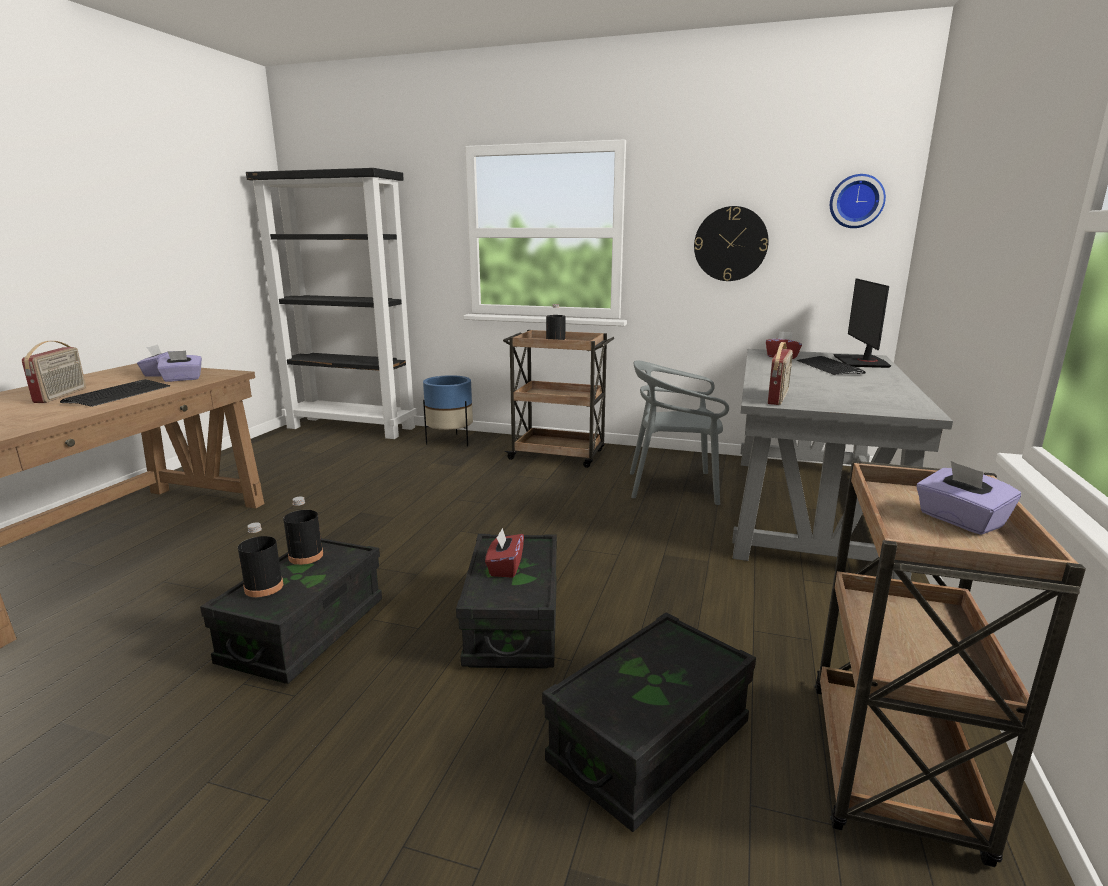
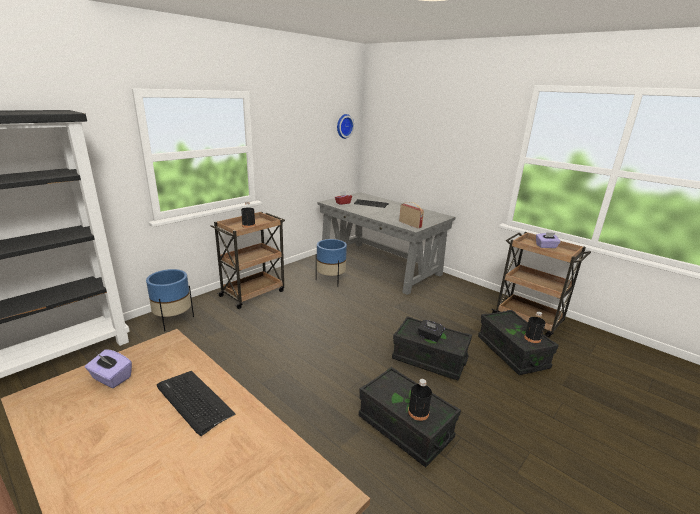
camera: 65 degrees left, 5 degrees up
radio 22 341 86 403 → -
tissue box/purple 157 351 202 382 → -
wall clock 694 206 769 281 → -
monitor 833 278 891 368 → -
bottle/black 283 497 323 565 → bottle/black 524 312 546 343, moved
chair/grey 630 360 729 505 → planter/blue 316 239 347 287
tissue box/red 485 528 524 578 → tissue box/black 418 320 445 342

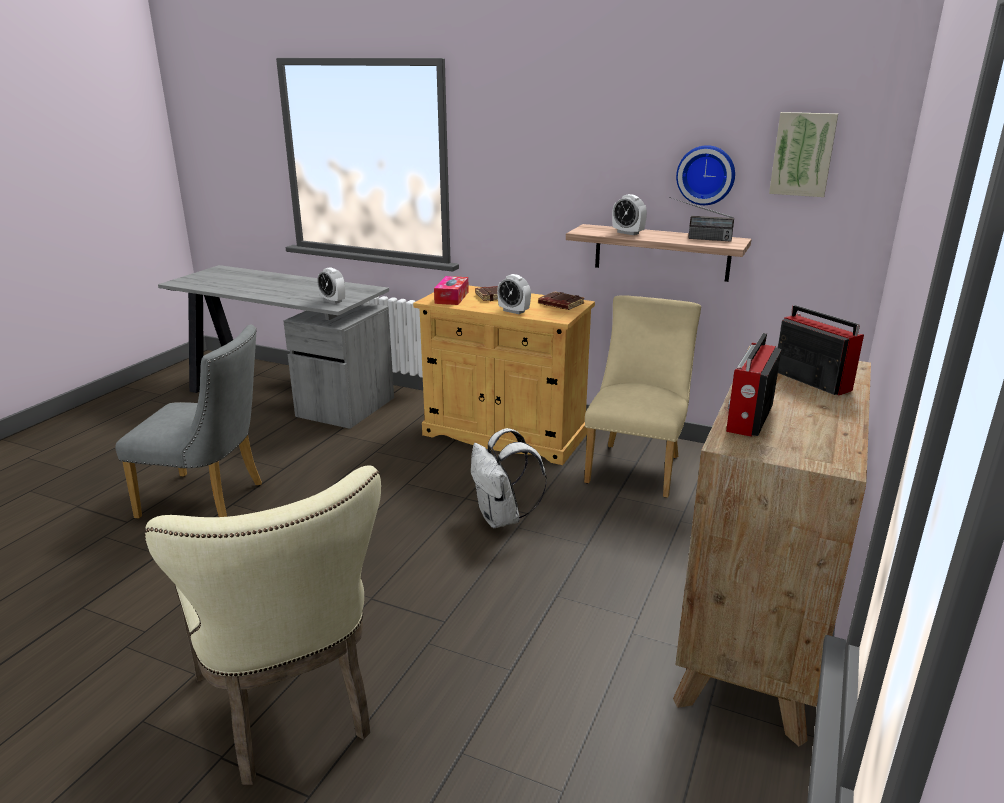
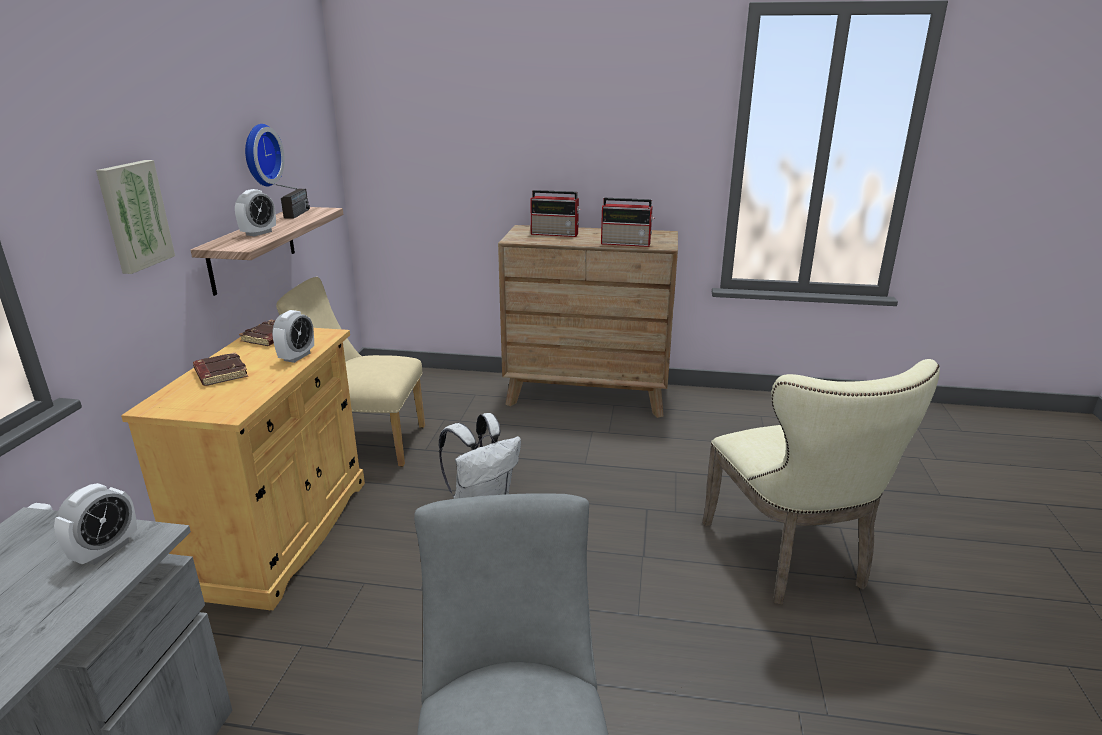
camera: 105 degrees left, 0 degrees up
tissue box 434 276 469 305 → -
picture 769 112 838 197 → picture 96 160 175 274, moved
chair/beige 144 465 381 785 → chair/beige 702 359 940 605, 120 degrees clockwise
radio 778 305 864 395 → radio 530 190 581 237, 120 degrees counterclockwise

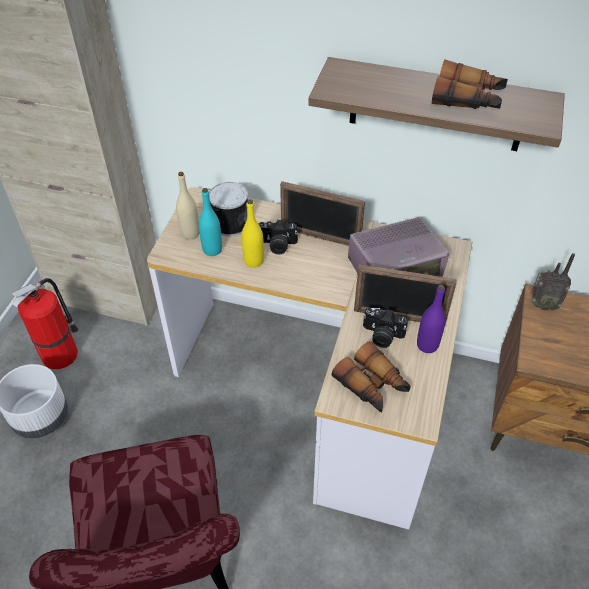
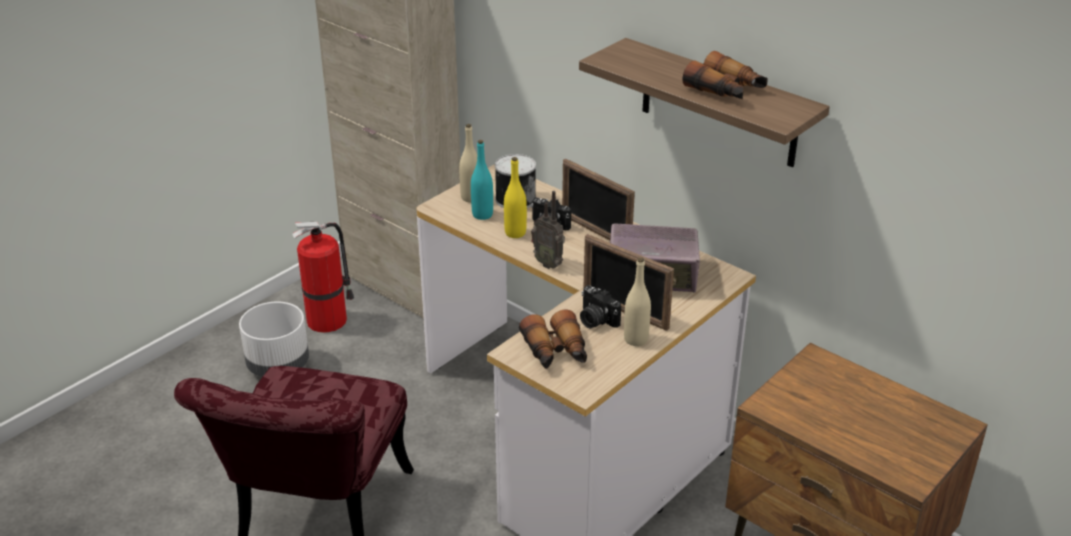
camera: 25 degrees right, 15 degrees down
radio 530 253 575 311 → radio 531 191 565 269, moved
bottle/purple 417 285 446 353 → bottle/beige 624 257 651 346

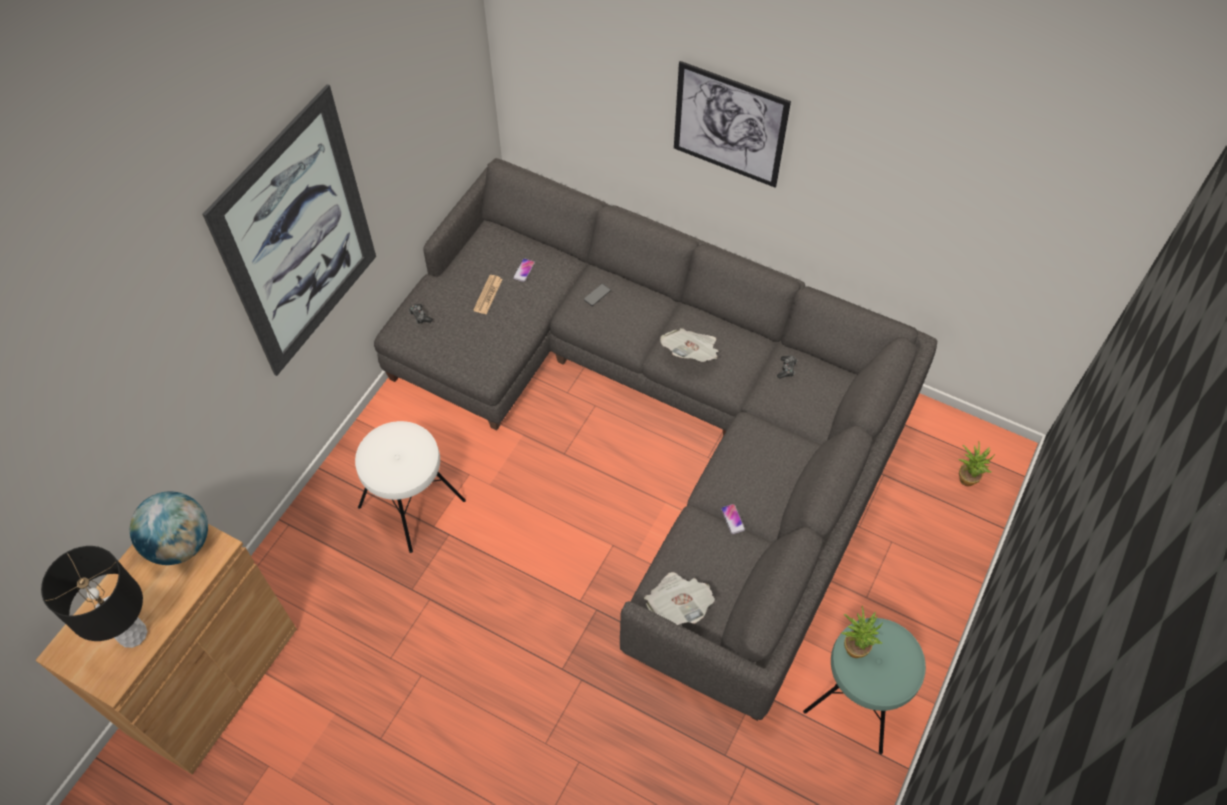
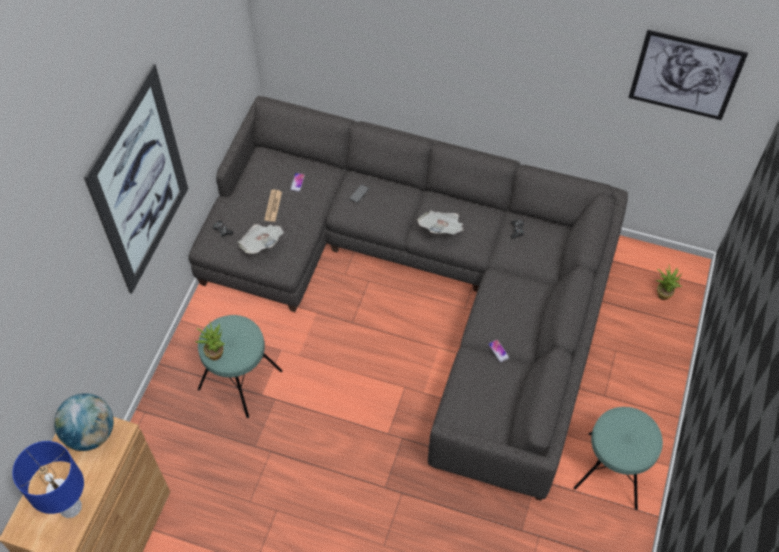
camera: 10 degrees left, 0 degrees up
newspaper 644 572 715 625 → newspaper 237 224 284 254, moved
picture 674 61 791 188 → picture 628 30 748 120, moved
potted plant 841 605 883 658 → potted plant 195 320 225 361, moved
table lamp/black 41 546 147 648 → table lamp/blue 12 441 84 518
stool/white 355 421 466 553 → stool/turquoise 198 315 282 418

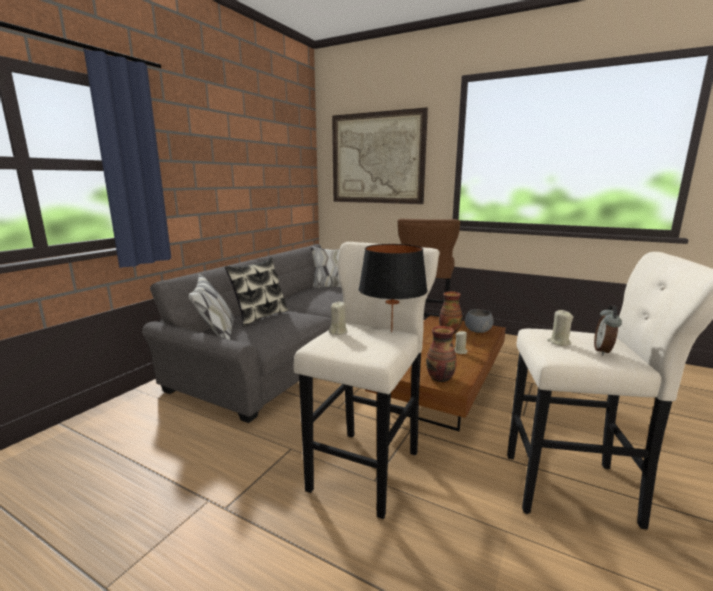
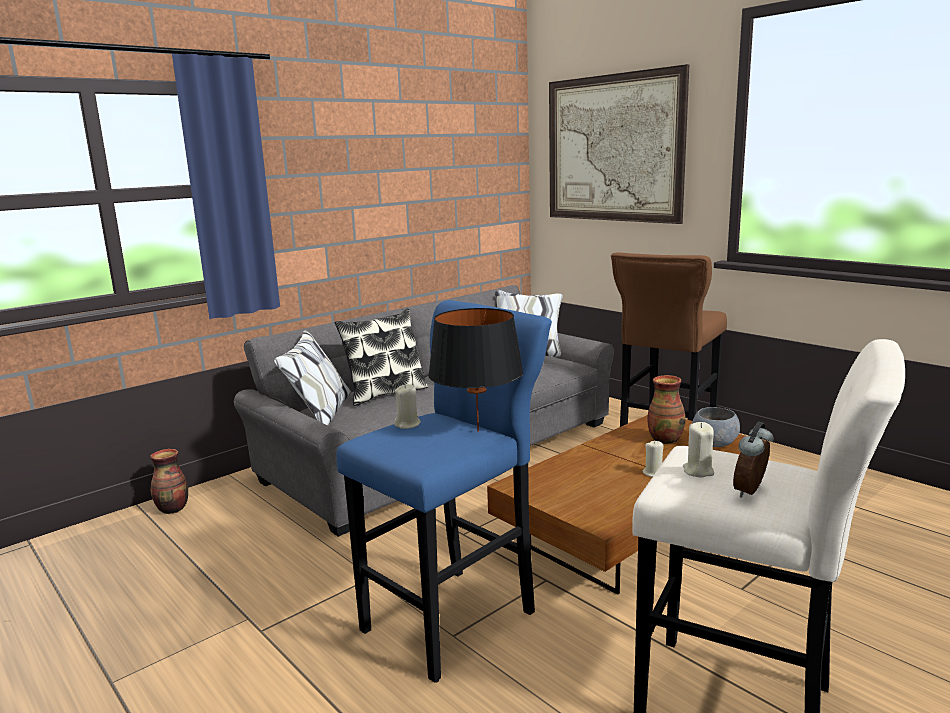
camera: 20 degrees right, 0 degrees up
vase 426 326 457 382 → vase 150 449 188 514, moved
stool/beige 294 242 440 519 → stool/blue 336 300 552 683

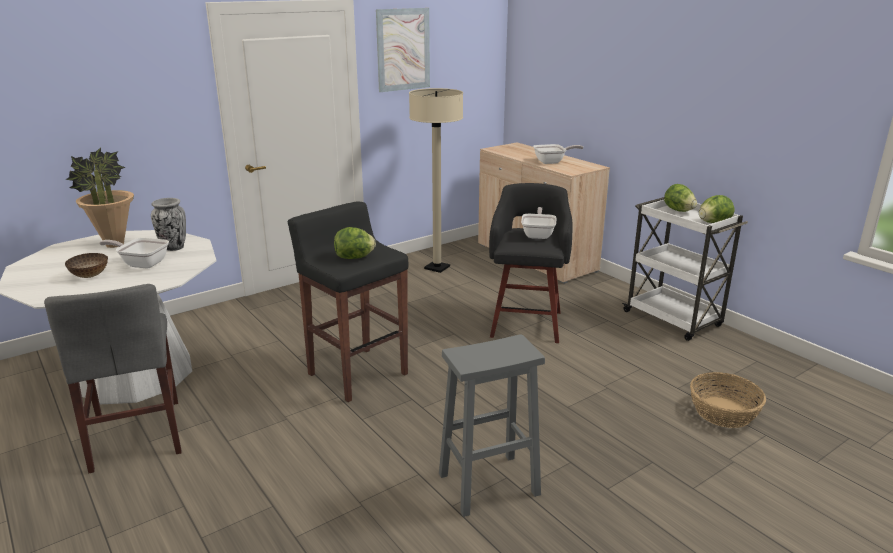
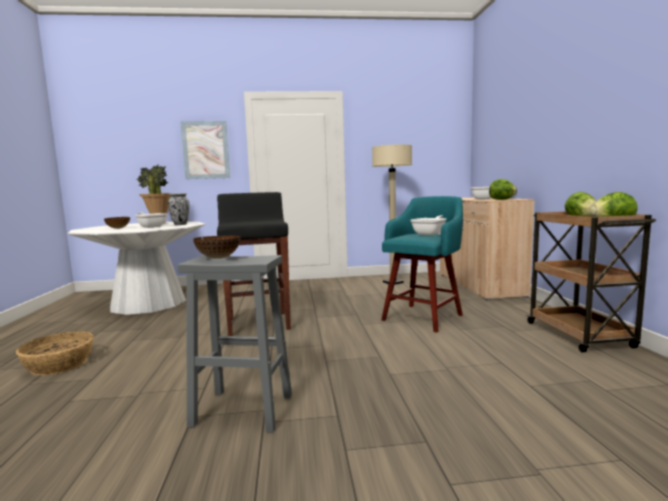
camera: 30 degrees right, 15 degrees down
chair/grey 44 284 182 473 → -
- → bowl 193 236 241 259
lettuce 334 227 376 259 → lettuce 489 179 517 200, moved
picture 376 8 430 92 → picture 181 121 230 179, moved
basket 690 372 766 428 → basket 16 331 94 375, moved
stool/black 489 183 573 343 → stool/turquoise 381 196 463 333
cart/white 622 197 748 341 → cart/brown 527 211 656 352

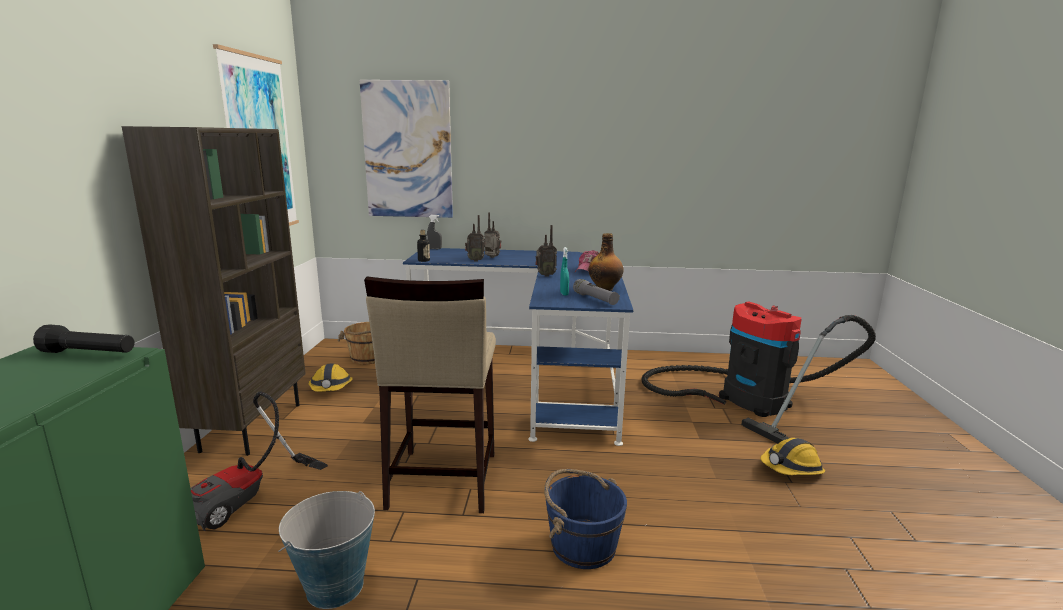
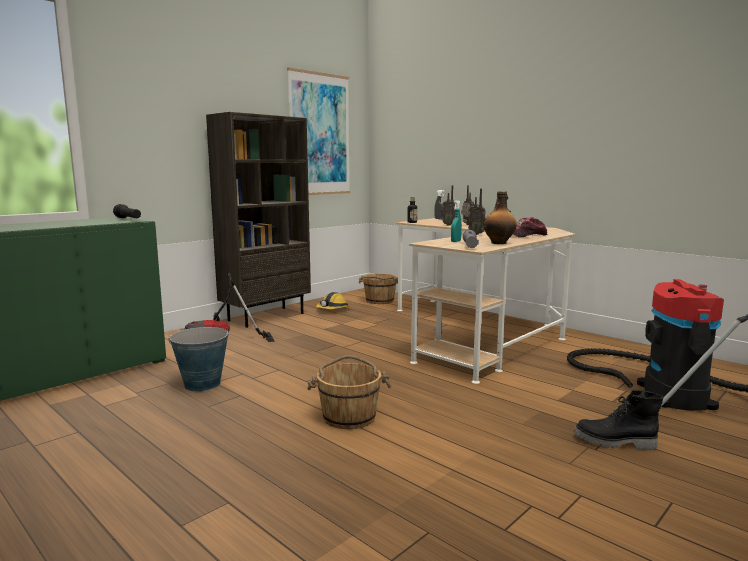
camera: 40 degrees right, 5 degrees down
picture 360 80 453 218 → -
stool/beige 364 276 496 513 → -
hard hat 761 438 825 475 → boot/black 574 390 663 450
desk/blue 403 248 633 446 → desk/beige 396 218 575 384
bucket/blue 544 469 627 569 → bucket/brown 307 355 391 429

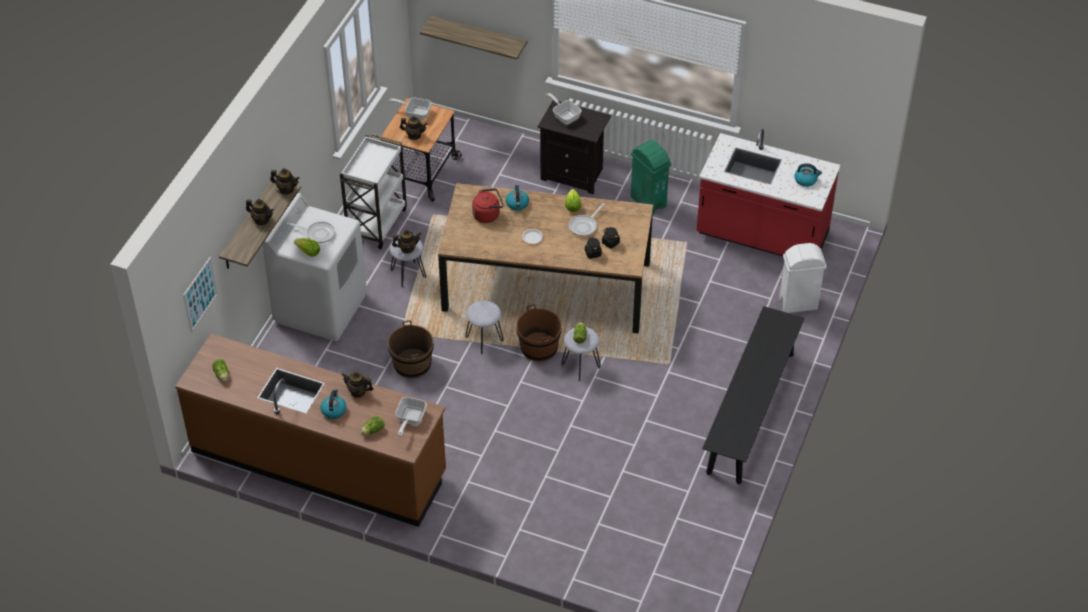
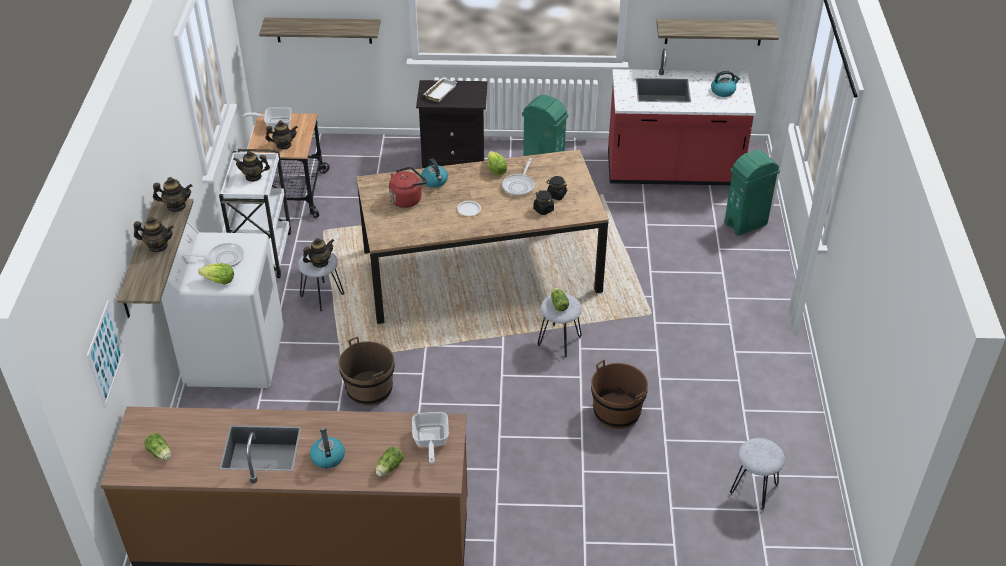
camera: 20 degrees left, 5 degrees down
bench/black 702 306 804 485 → -
- → shelf 656 19 779 45
teapot 341 372 373 398 → teapot 233 151 270 182, moved
stool/grey 465 301 504 355 → stool/grey 730 438 785 510, moved
bucket/brown 516 304 562 362 → bucket/brown 591 360 648 429, moved
frying pan 546 93 582 125 → tray/white 424 78 457 102
trash can/white 779 243 827 313 → trash can/green 724 150 780 236

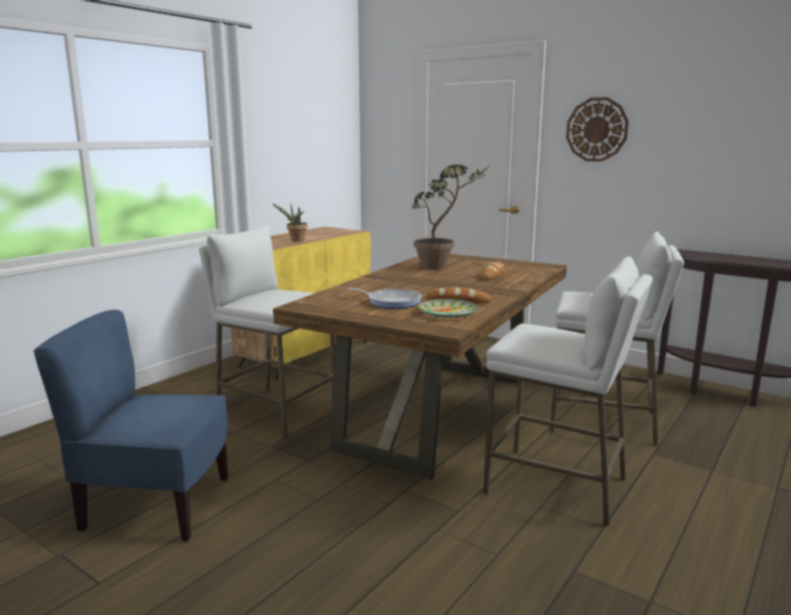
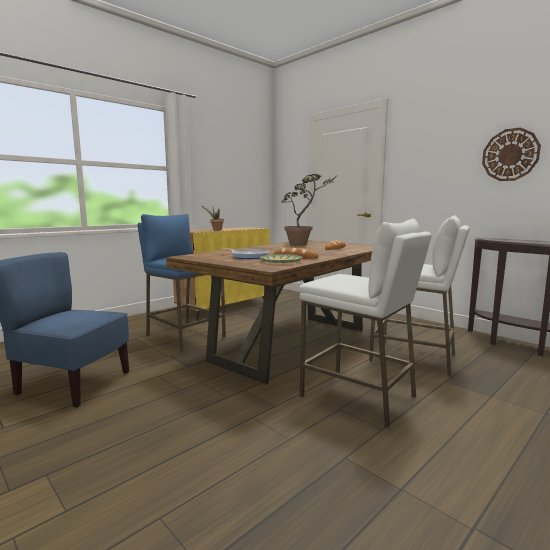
camera: 10 degrees right, 5 degrees down
wall clock 566 97 629 162 → wall clock 482 127 541 181, moved
stool/white 199 225 335 438 → stool/blue 138 214 226 352

